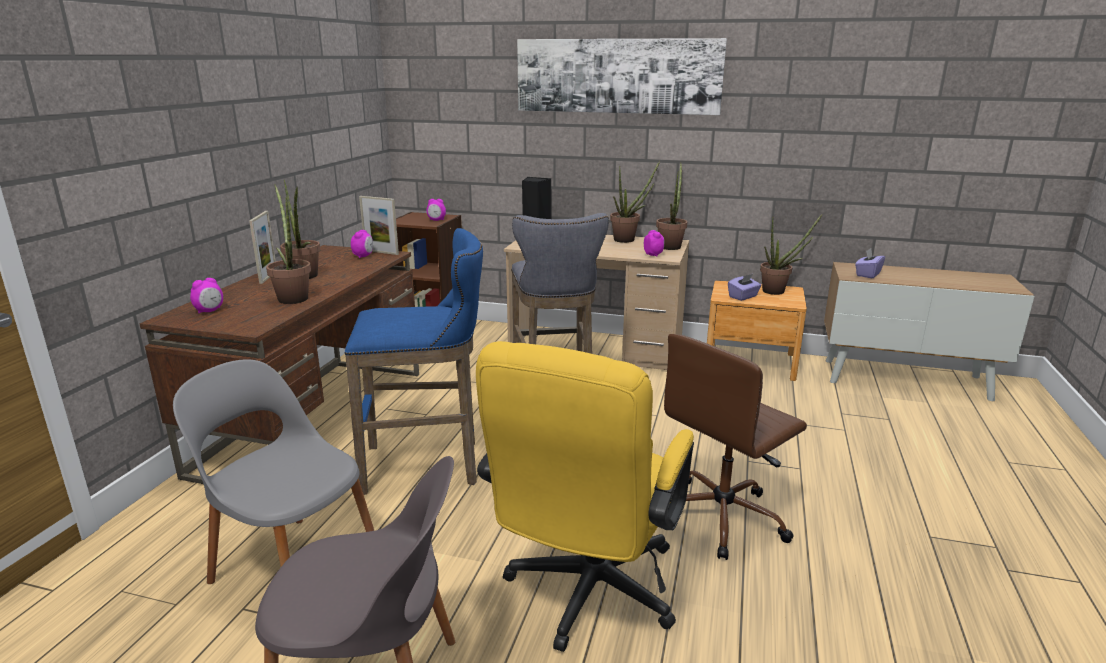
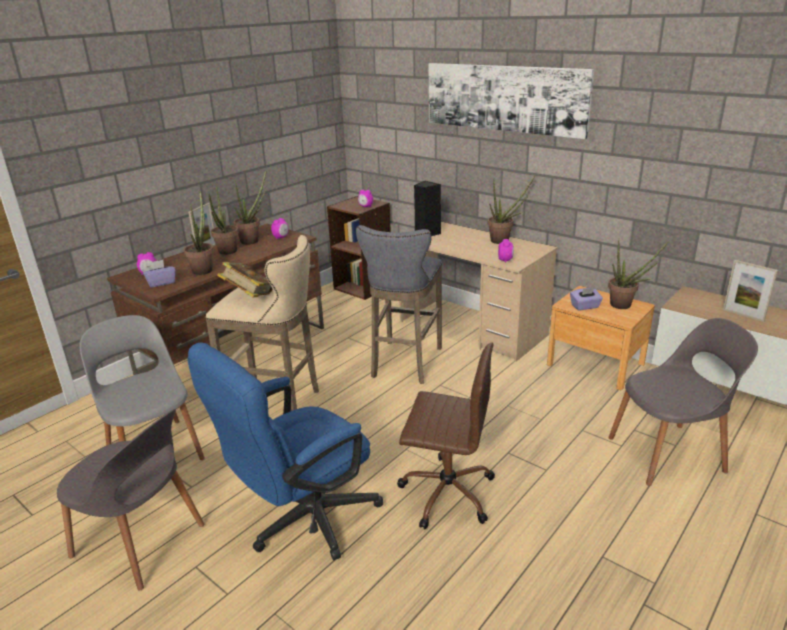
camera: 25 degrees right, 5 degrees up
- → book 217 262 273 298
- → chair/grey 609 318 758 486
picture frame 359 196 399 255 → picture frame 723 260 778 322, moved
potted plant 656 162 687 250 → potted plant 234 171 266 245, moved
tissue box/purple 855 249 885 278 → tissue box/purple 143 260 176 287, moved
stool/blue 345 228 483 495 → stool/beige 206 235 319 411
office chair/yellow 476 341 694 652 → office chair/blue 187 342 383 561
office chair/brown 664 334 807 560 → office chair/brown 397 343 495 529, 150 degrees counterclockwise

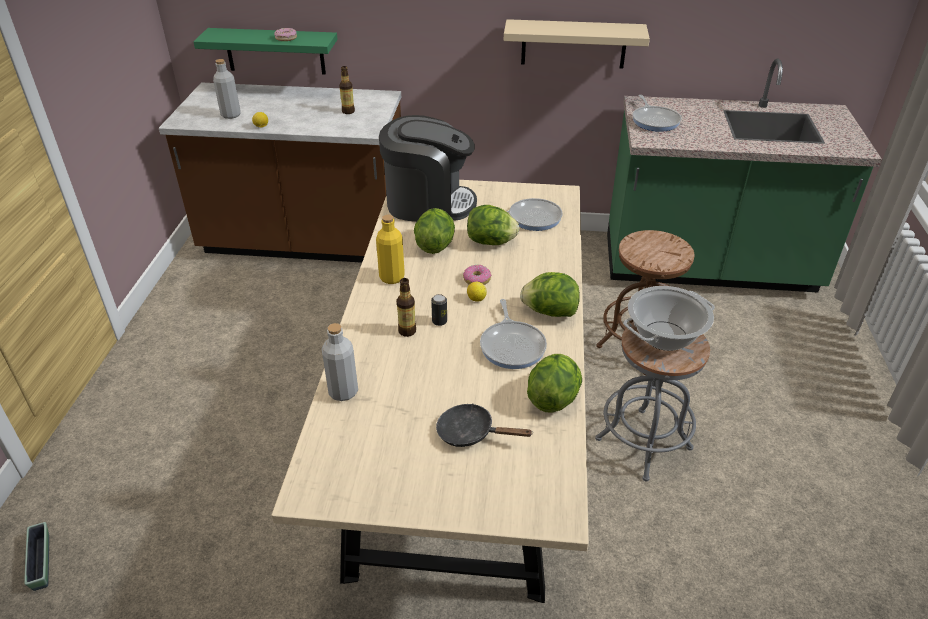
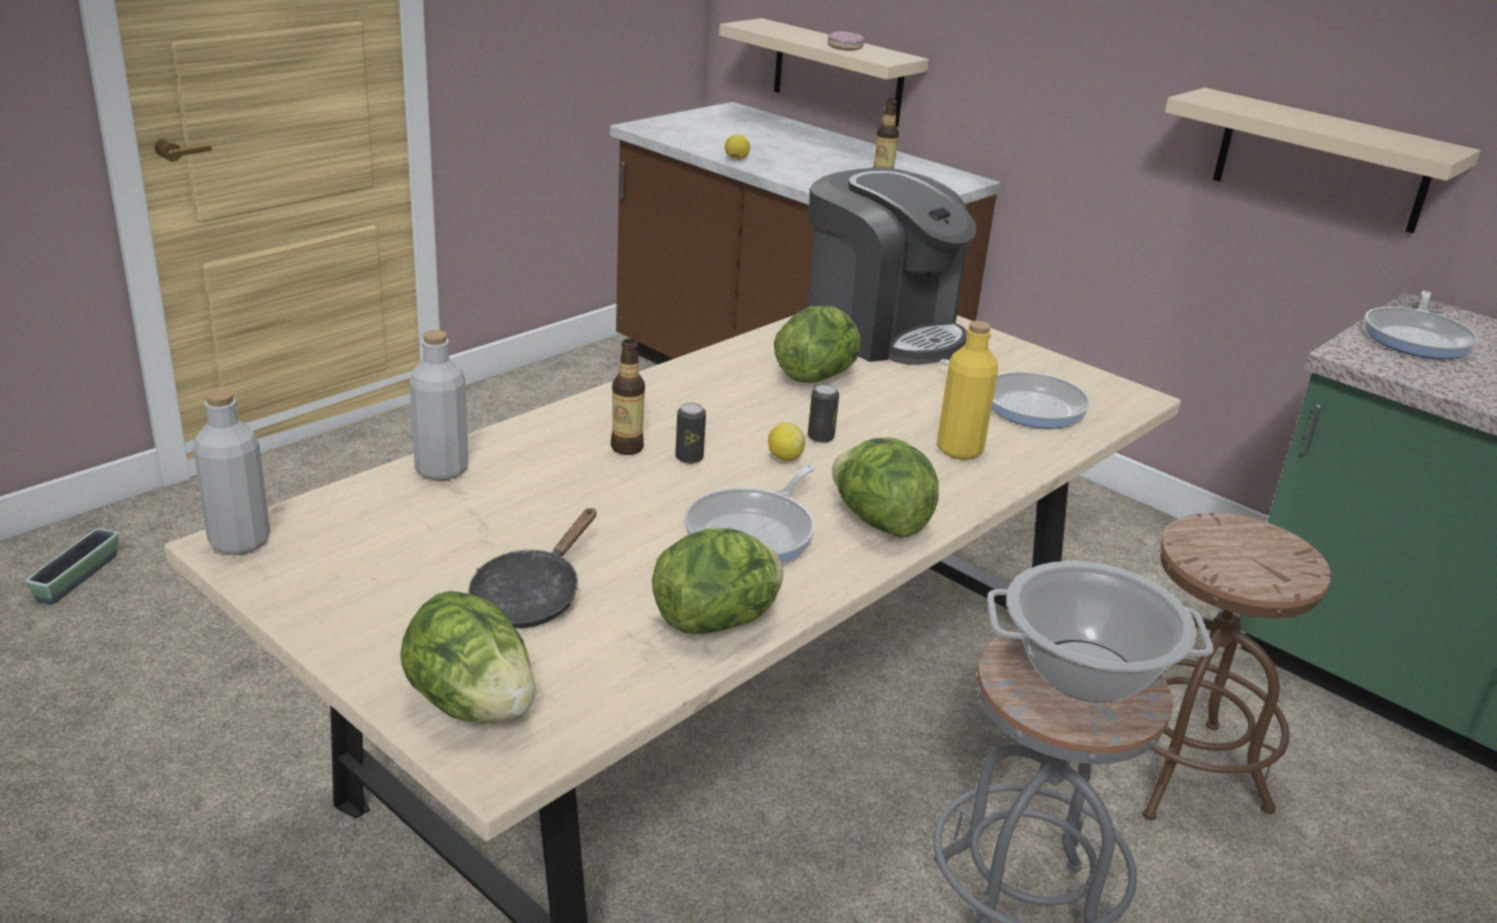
camera: 35 degrees right, 10 degrees down
bottle/grey 213 59 241 119 → bottle/grey 193 389 270 555, moved
bottle/yellow 376 215 405 284 → bottle/yellow 937 321 998 460, moved
lettuce 467 205 520 245 → lettuce 400 591 535 724, moved
donut 463 265 492 285 → can 808 384 839 443
shelf/green 193 28 338 75 → shelf/beige 719 18 929 127
frying pan/black 436 403 532 447 → frying pan/black 468 508 597 628, 120 degrees counterclockwise

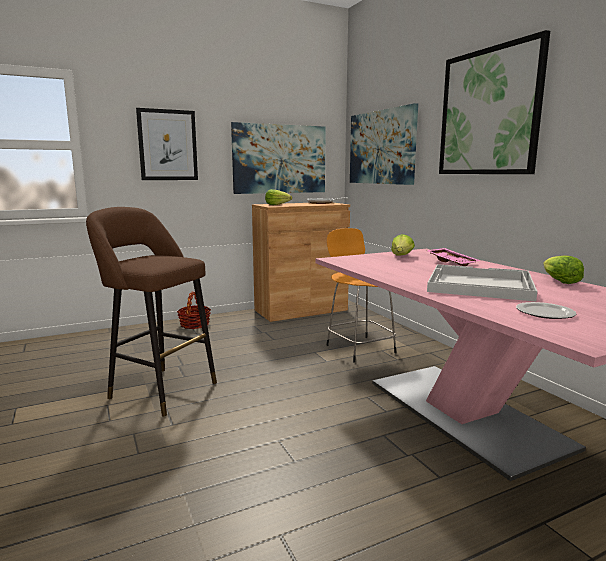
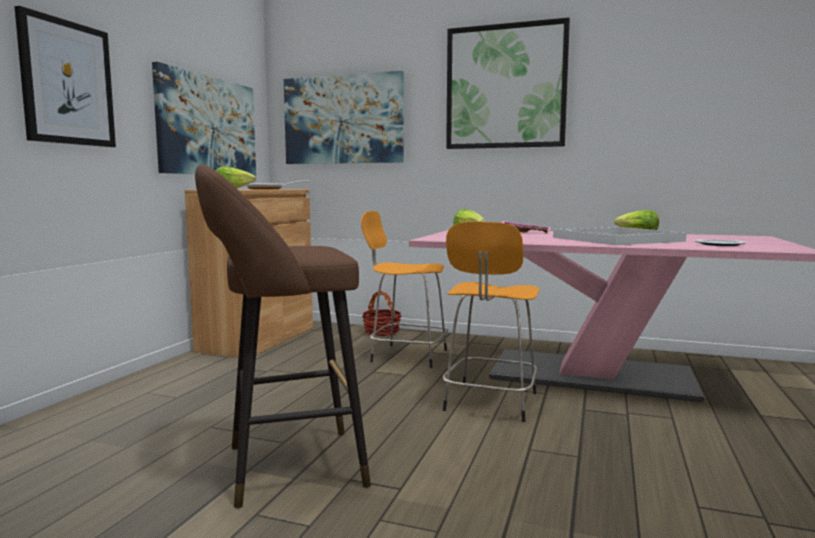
camera: 45 degrees left, 5 degrees down
- → stool/orange 443 222 539 422
basket 177 291 211 329 → basket 362 291 401 336, moved

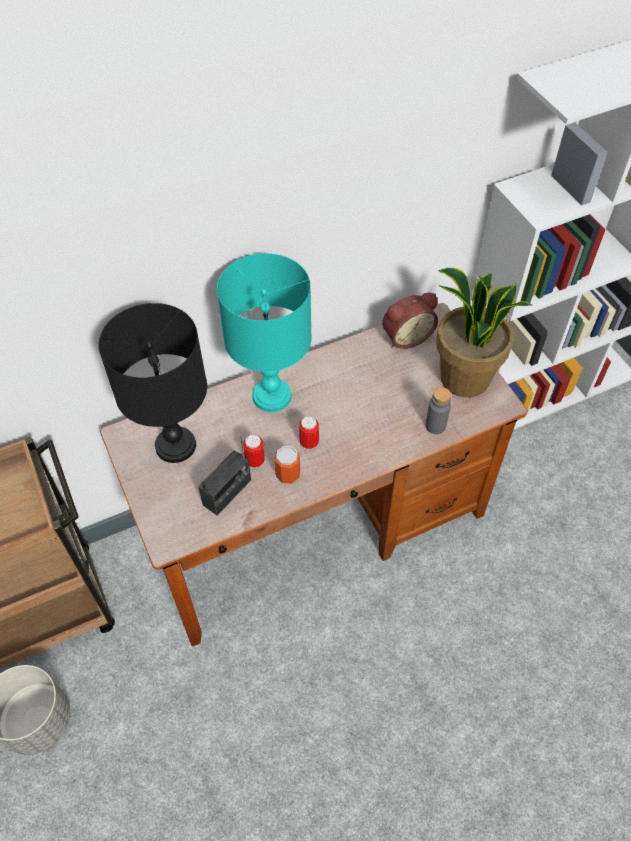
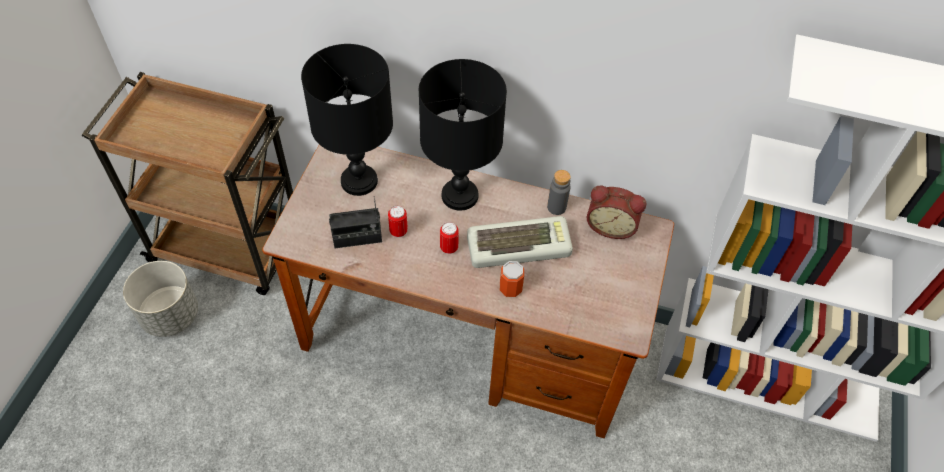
camera: 40 degrees right, 0 degrees up
potted plant 436 268 533 397 → -
- → keyboard 467 216 573 268
can 275 446 300 484 → can 500 261 524 297, moved
bottle/grey 426 387 451 434 → bottle/grey 547 170 571 215, moved
table lamp/turquoise 217 253 312 412 → table lamp/black 419 59 507 211

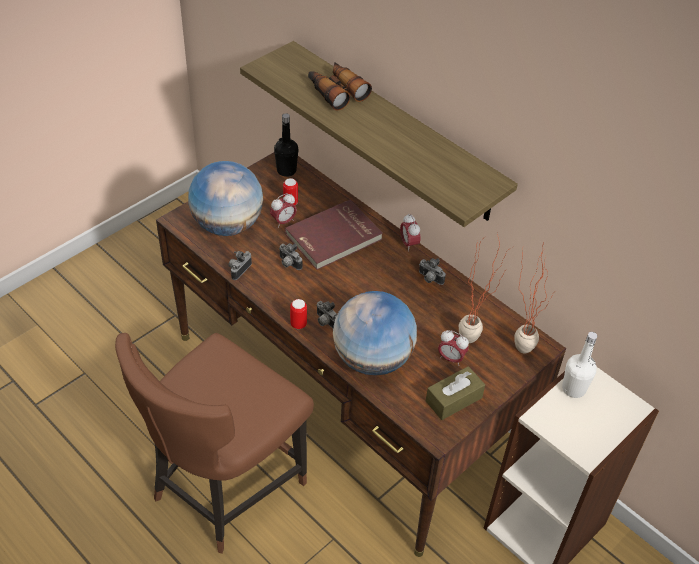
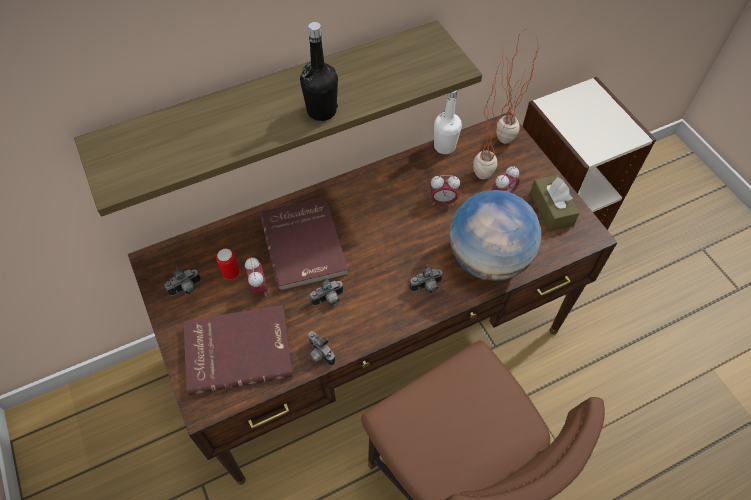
camera: 70 degrees left, 10 degrees up
can 290 299 307 329 → -
binoculars 308 62 372 110 → -
bottle/black 274 113 299 177 → bottle/black 300 22 338 121, moved
alarm clock 400 213 420 251 → alarm clock 430 175 460 205, moved
photo camera 419 258 446 285 → photo camera 164 267 201 296, moved
bottle/white 562 332 597 398 → bottle/white 434 91 462 154, moved
globe 188 161 263 236 → book/red 184 305 293 395

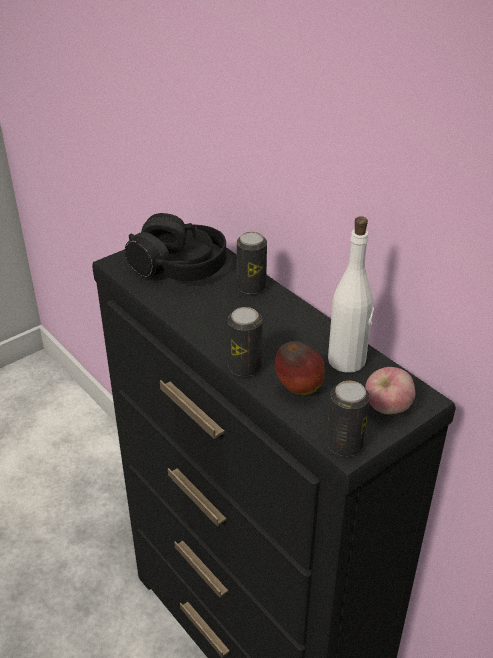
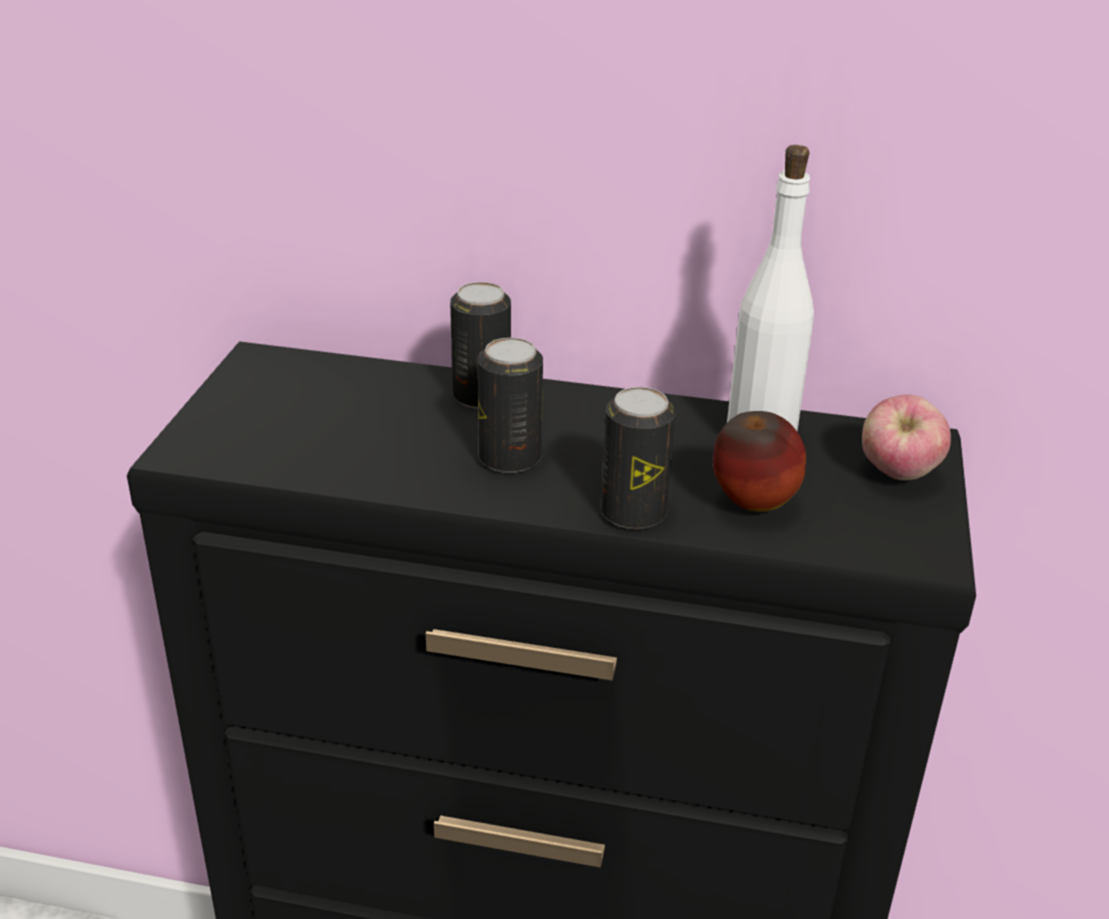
camera: 40 degrees left, 5 degrees down
headphones/black 125 213 226 281 → -
can 326 381 370 456 → can 478 338 543 473, moved

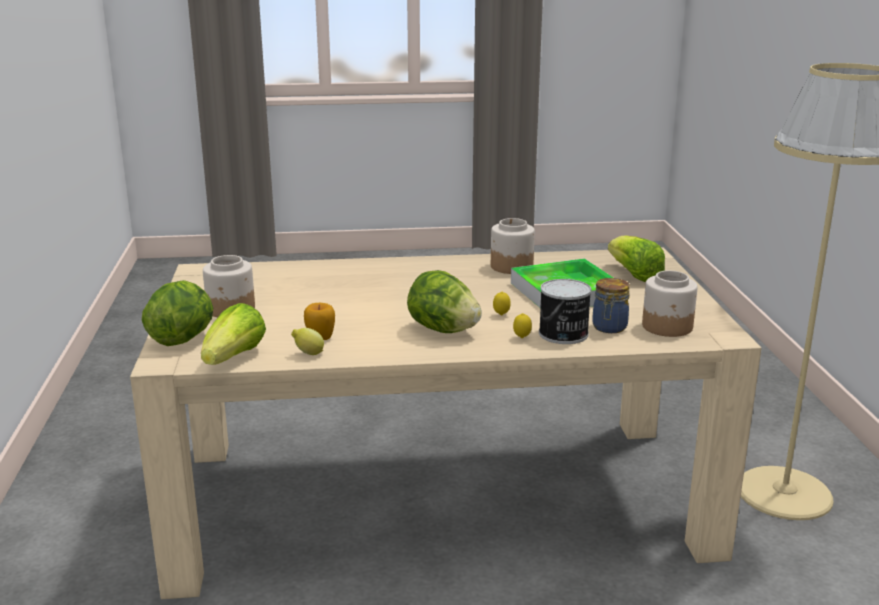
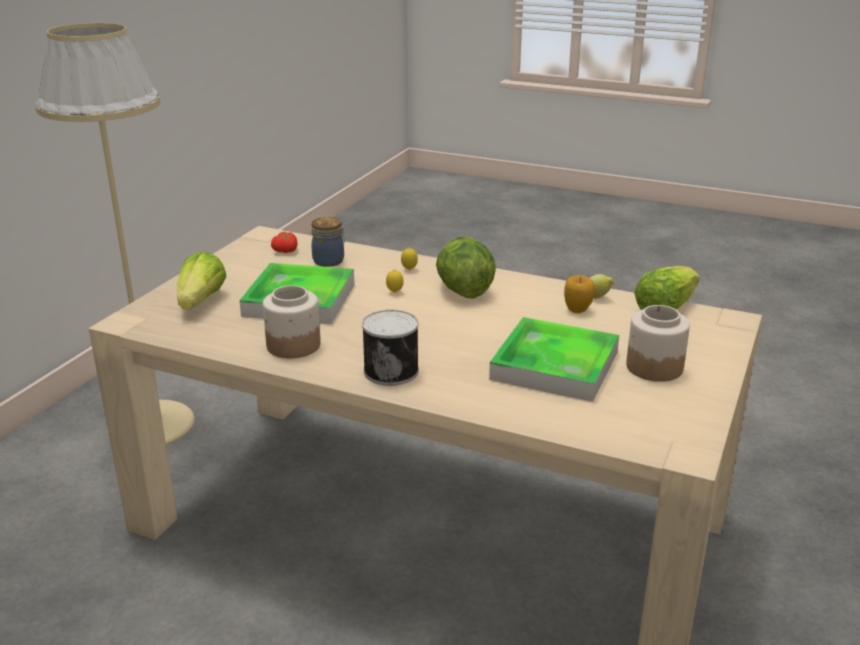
camera: 150 degrees left, 5 degrees up
lettuce 142 280 213 346 → -
- → tray 489 317 619 402
can 539 279 591 344 → can 362 310 419 386, moved
jar 642 271 698 337 → tomato 271 232 298 253

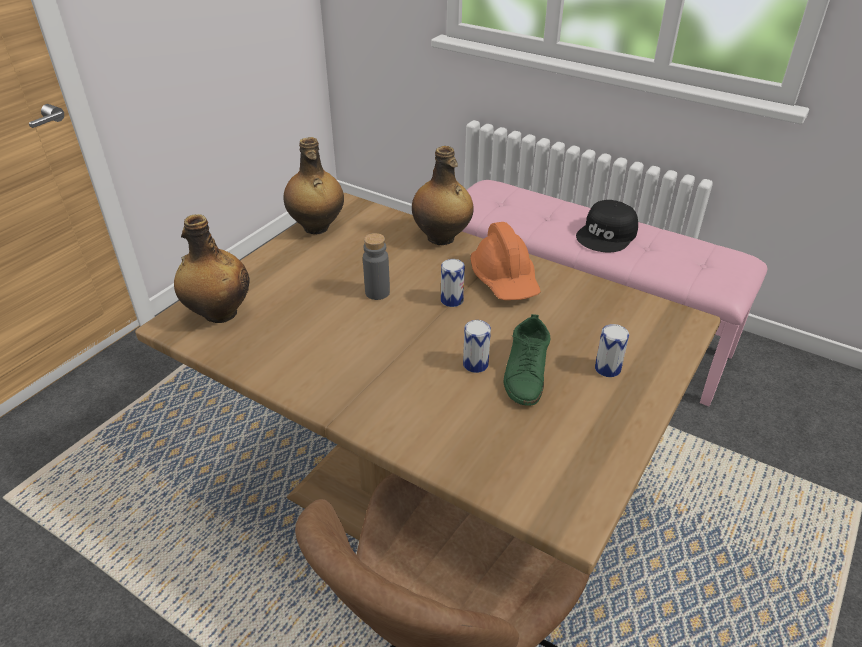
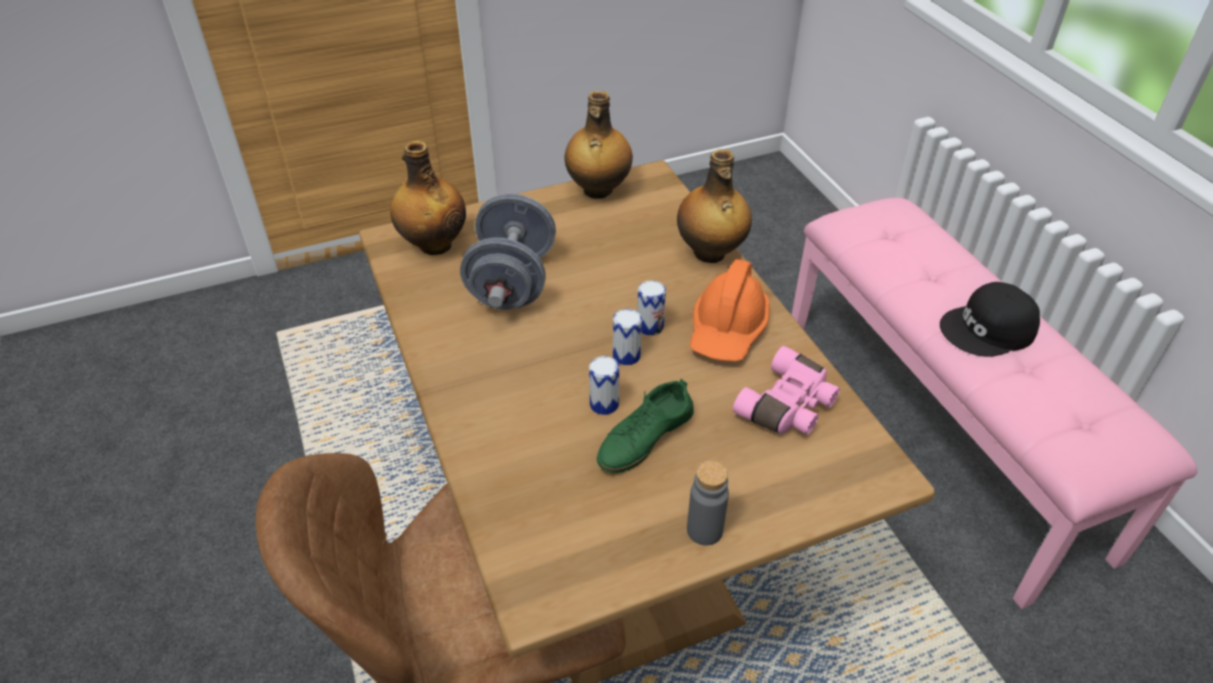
camera: 35 degrees right, 5 degrees up
- → dumbbell/grey 460 194 556 310
- → binoculars/pink 733 346 840 435
bottle/grey 363 233 390 300 → bottle/grey 687 460 729 546, moved
can 595 324 629 377 → can 613 309 642 365, moved

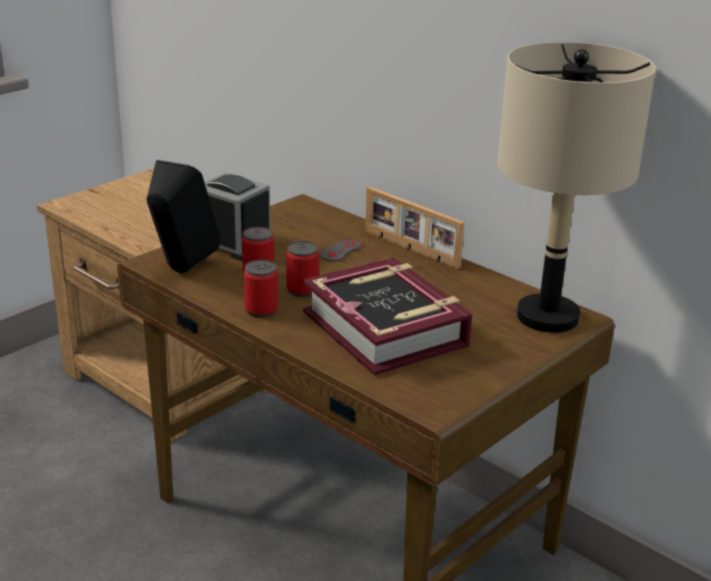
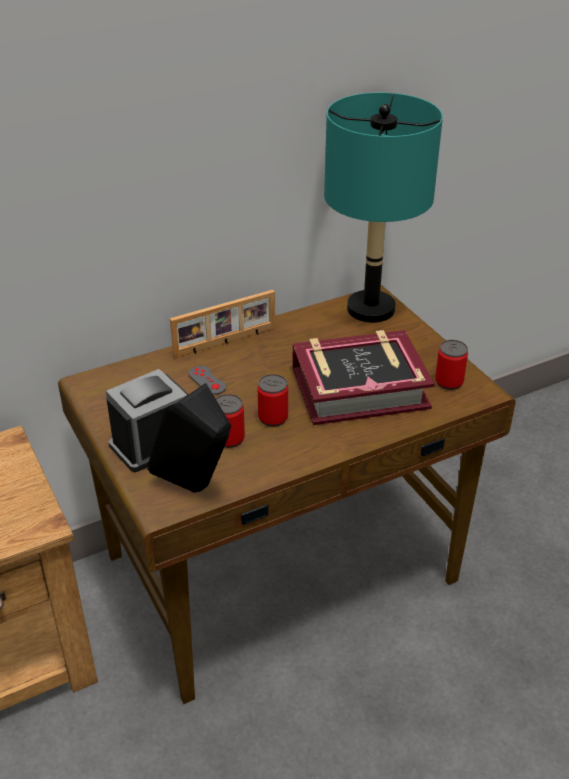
camera: 70 degrees left, 10 degrees up
can 244 260 278 318 → can 435 340 468 390, moved
table lamp/beige 497 42 656 333 → table lamp/turquoise 324 93 443 323

